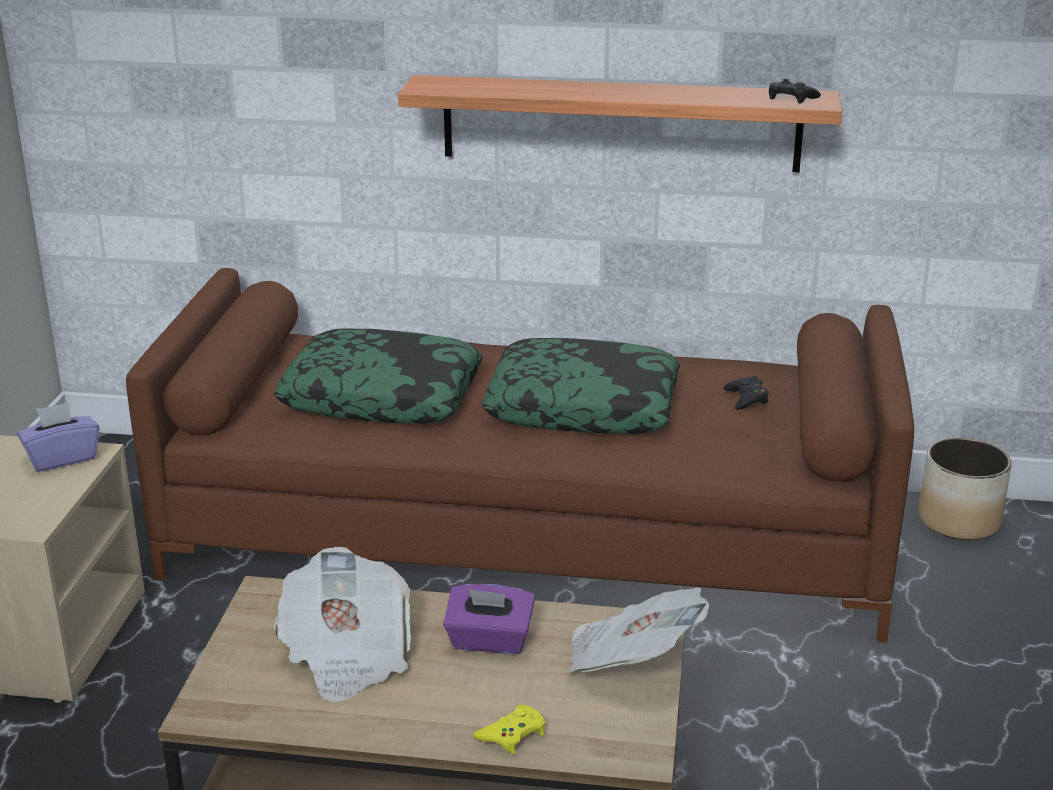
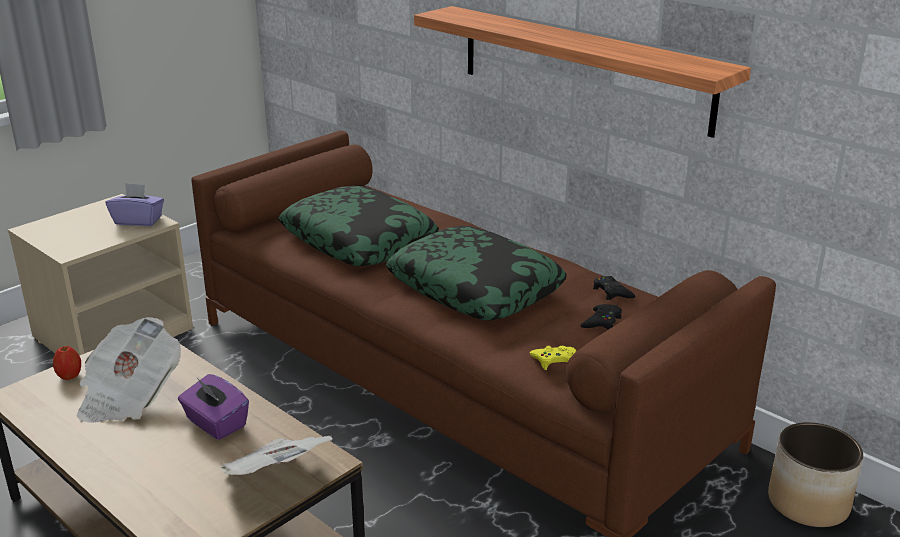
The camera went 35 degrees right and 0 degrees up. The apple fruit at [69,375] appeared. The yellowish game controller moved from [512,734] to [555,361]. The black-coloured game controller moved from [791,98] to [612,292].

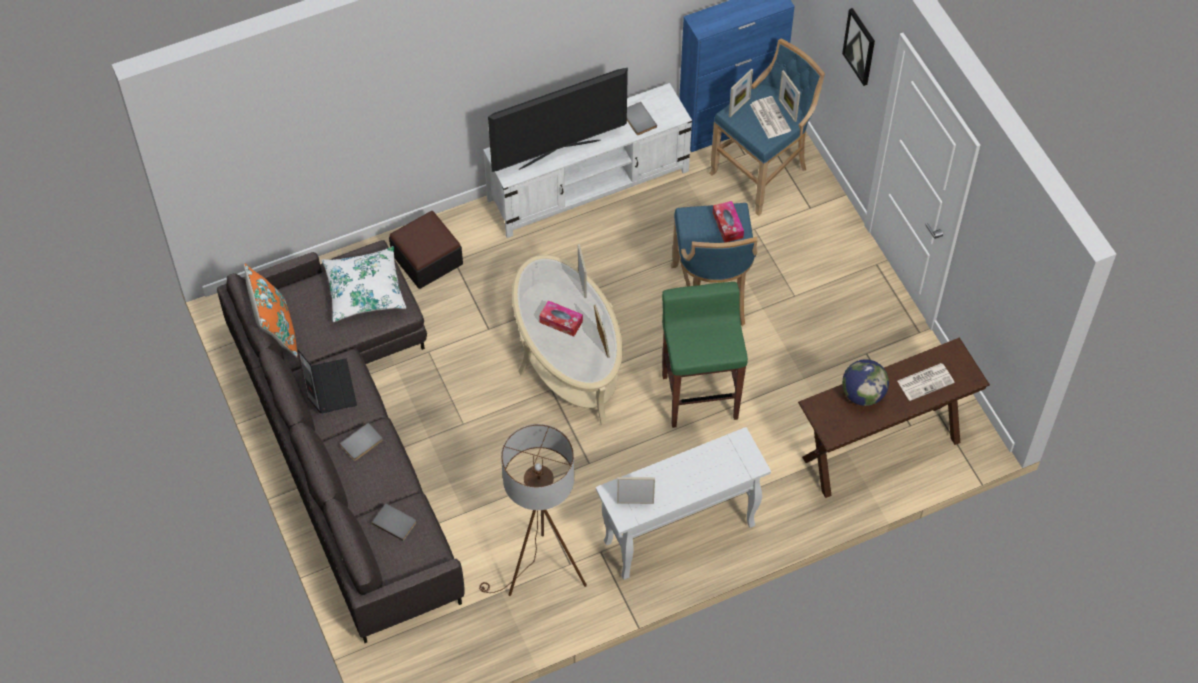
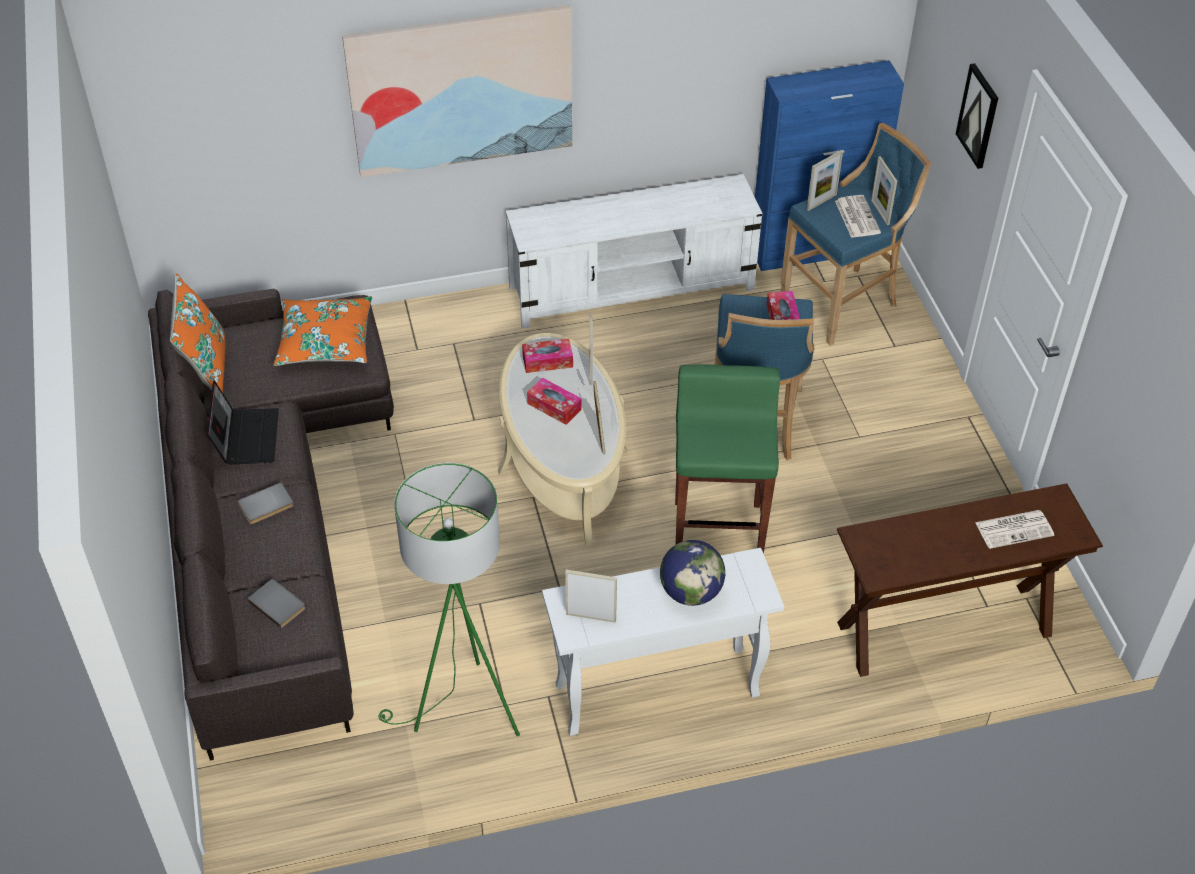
The camera went 10 degrees right and 10 degrees down. The ottoman at [427,259] disappeared. The TV set at [559,153] disappeared. The grey bound book at [637,120] disappeared. The wall picture at [461,90] appeared. The tissue holder at [547,361] appeared. The desk globe moved from [863,394] to [691,592]. The whitish cushion at [364,290] became the orange-coloured cushion at [325,341]. The brown floor lamp at [541,576] became the green-coloured floor lamp at [463,713].

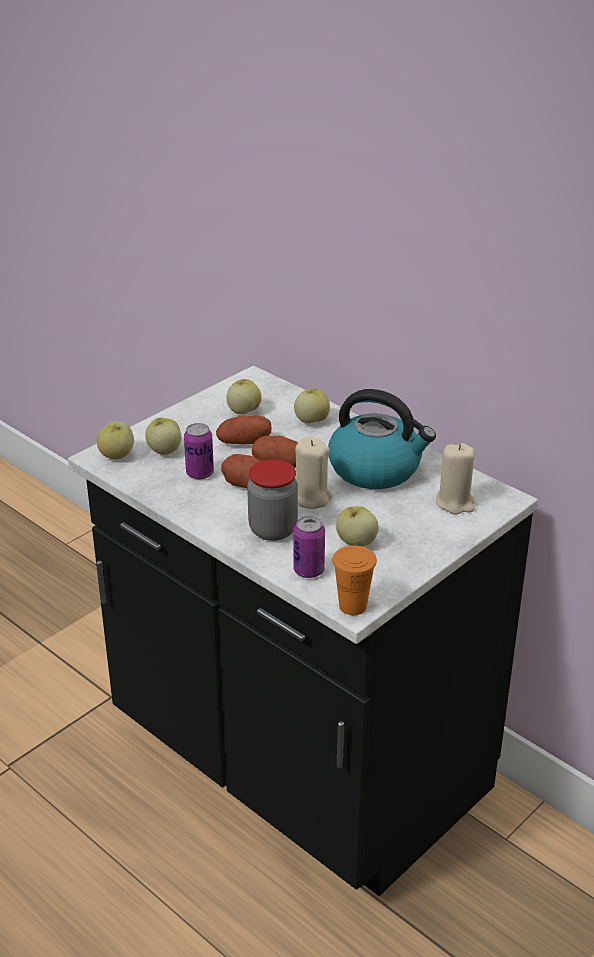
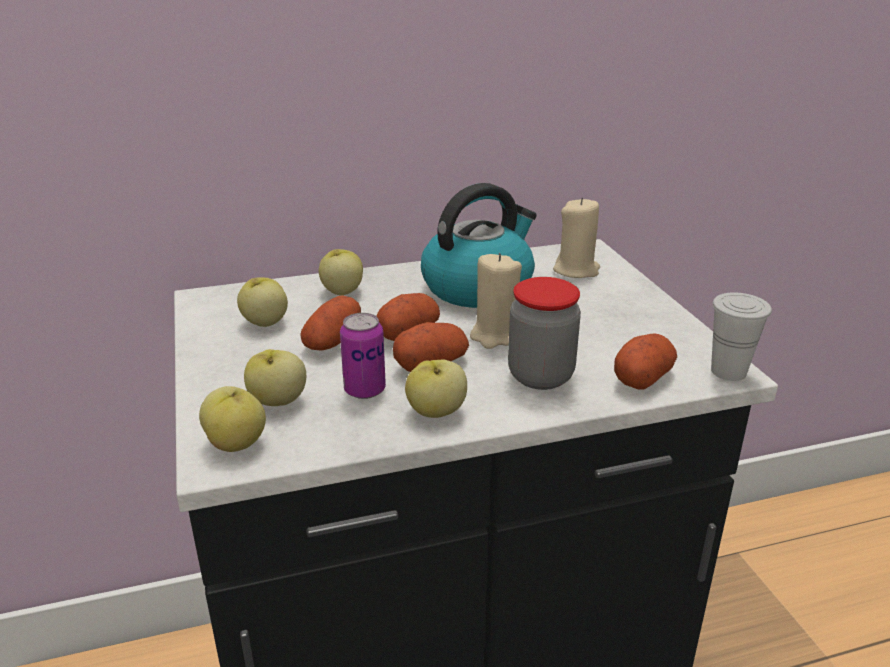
The camera went 60 degrees left and 5 degrees down. The apple fruit moved from [356,542] to [436,412]. The sealed can at [308,570] was replaced by the whole potato at [642,377]. The orange-coloured drinking cup at [352,606] became the whitish drinking cup at [728,371].

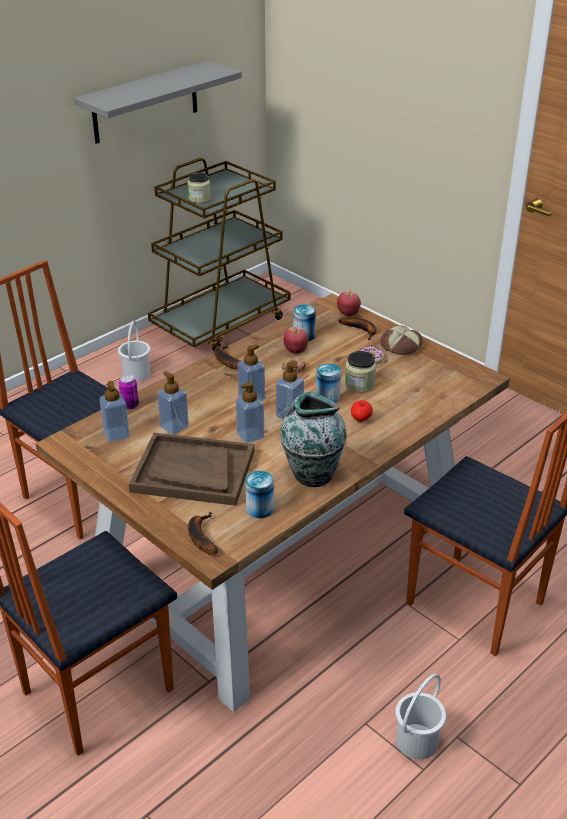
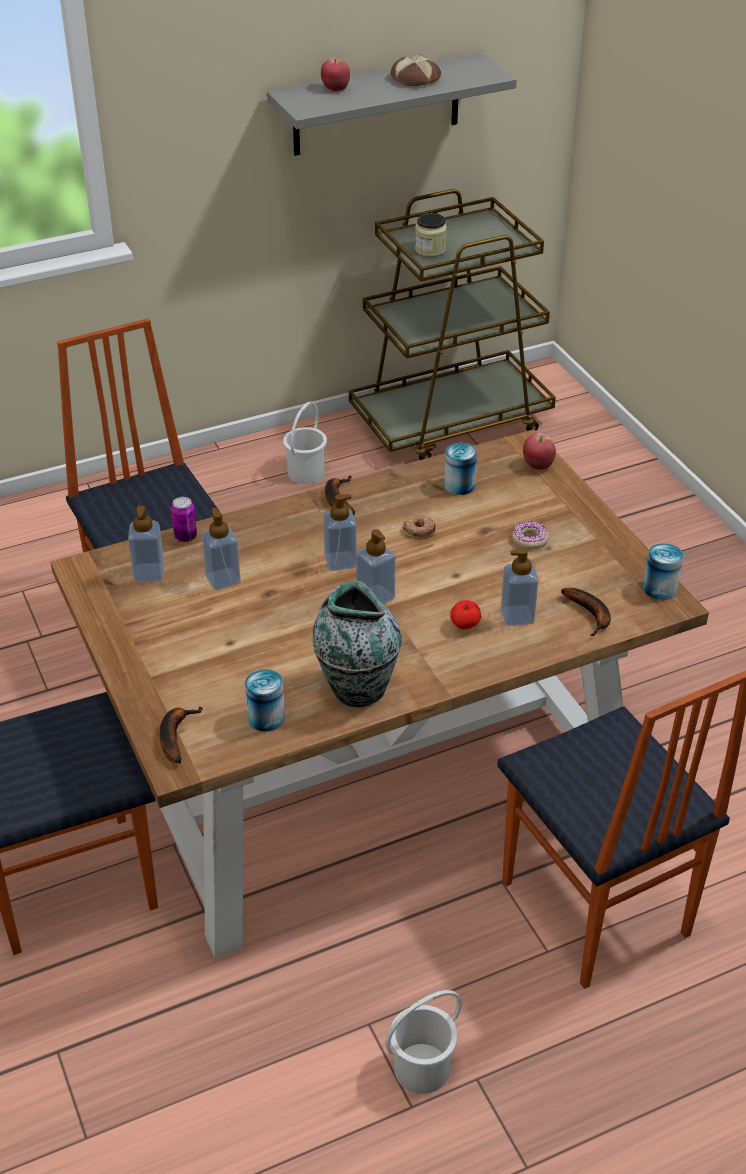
The camera went 20 degrees right and 5 degrees up. The brown serving tray at [193,472] disappeared. The preserve jar at [359,384] disappeared. The soap bottle moved from [250,435] to [517,616]. The apple fruit moved from [296,351] to [335,89]. The sealed can moved from [327,397] to [660,588]. The banana fruit moved from [361,330] to [591,615]. The baked bread moved from [401,346] to [416,79].

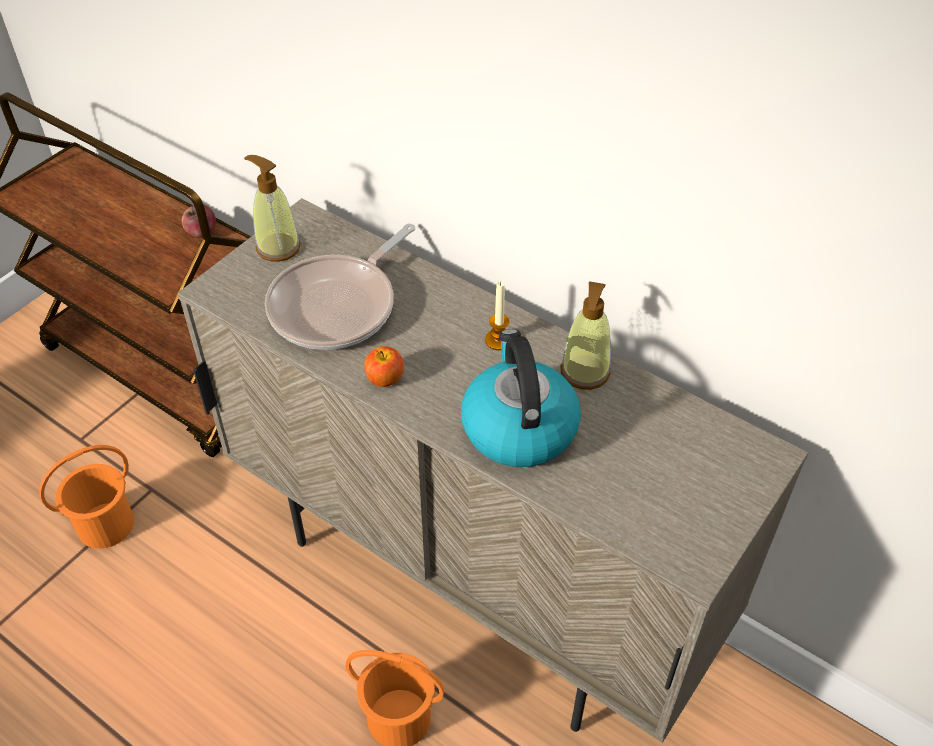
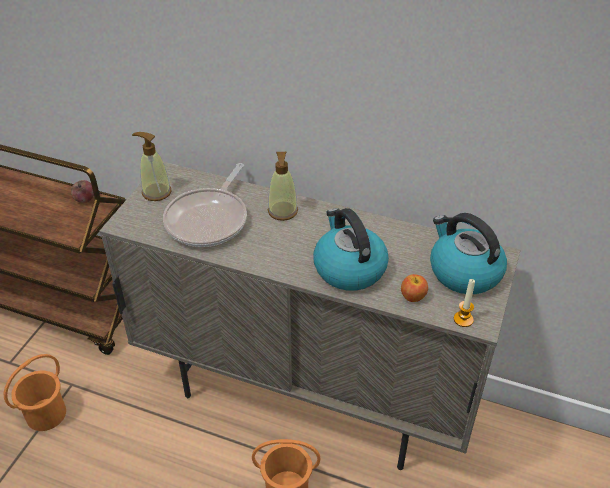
The camera went 15 degrees left and 5 degrees down. The tea kettle at [463,272] appeared. The apple fruit moved from [385,379] to [413,296]. The candle moved from [498,340] to [463,319]. The soap bottle moved from [585,372] to [282,211].

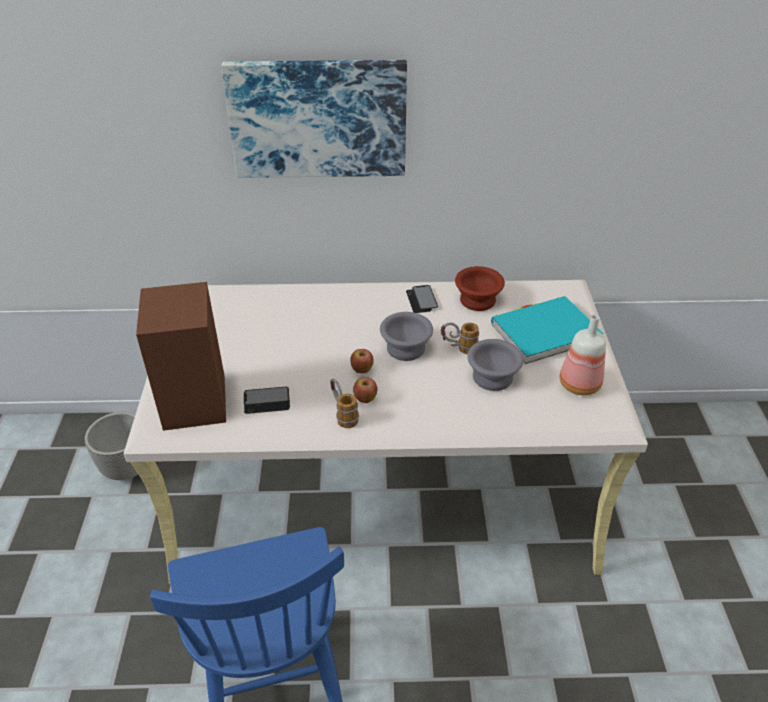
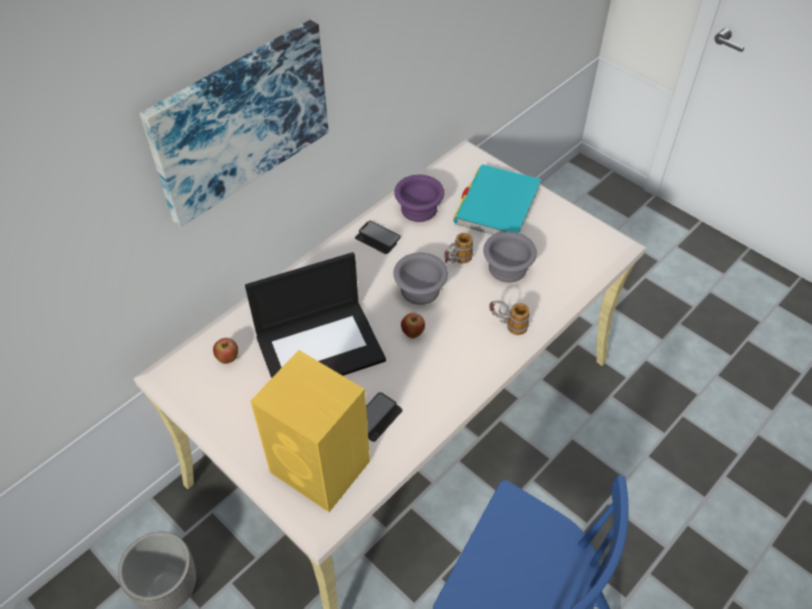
The camera went 45 degrees left and 10 degrees up. The drink bottle at [579,383] disappeared. The notebook computer at [321,346] appeared. The mug moved from [342,414] to [507,325]. The apple fruit moved from [365,399] to [228,358]. The brown speaker at [195,403] became the yellowish speaker at [322,468]. The brown bowl at [476,299] became the purplish bowl at [417,209].

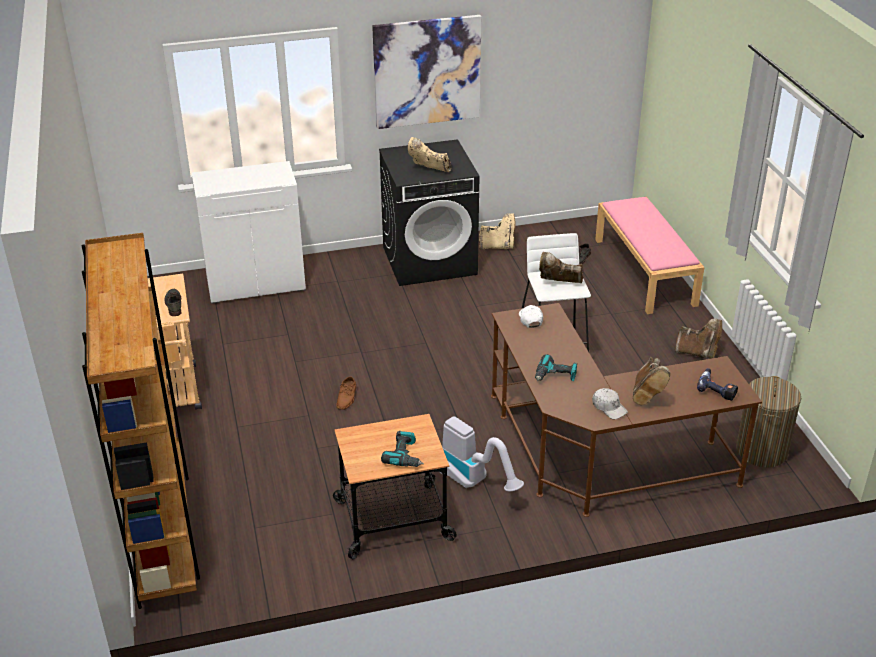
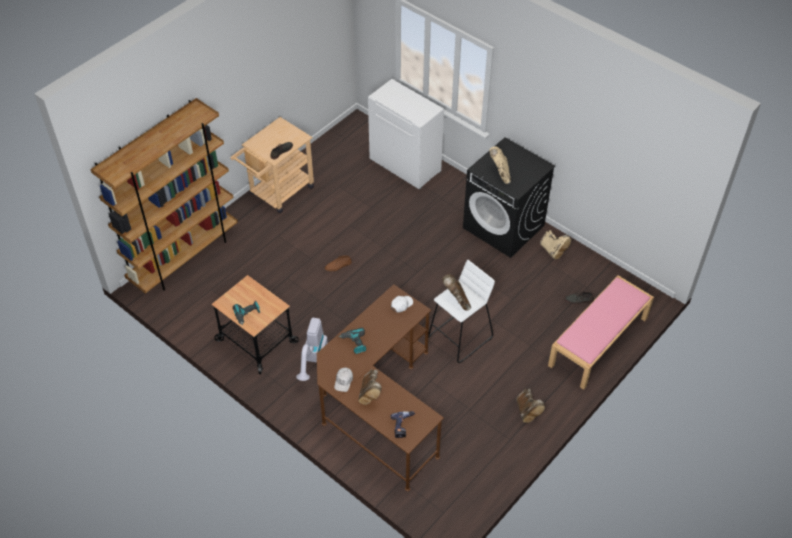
The camera went 55 degrees right and 15 degrees up. The wall picture at [427,71] disappeared. The laundry basket at [761,451] disappeared. The brown high-top boot at [647,395] turned 60 degrees counterclockwise.

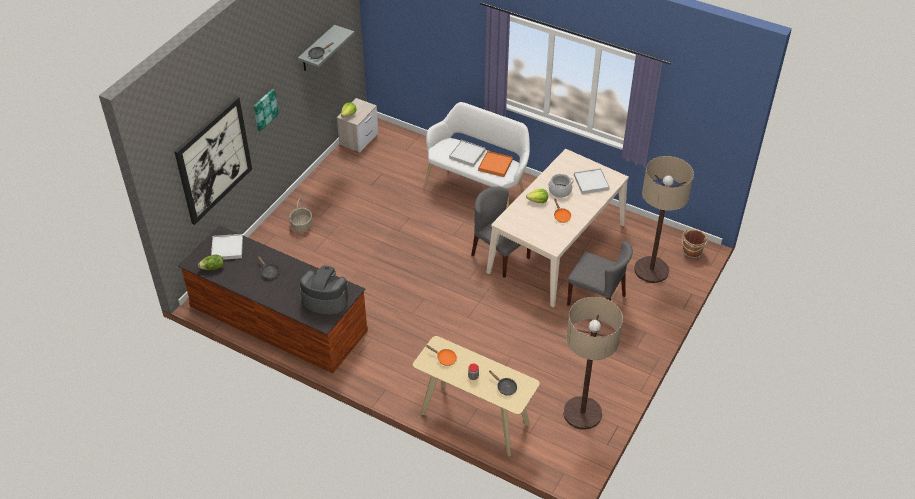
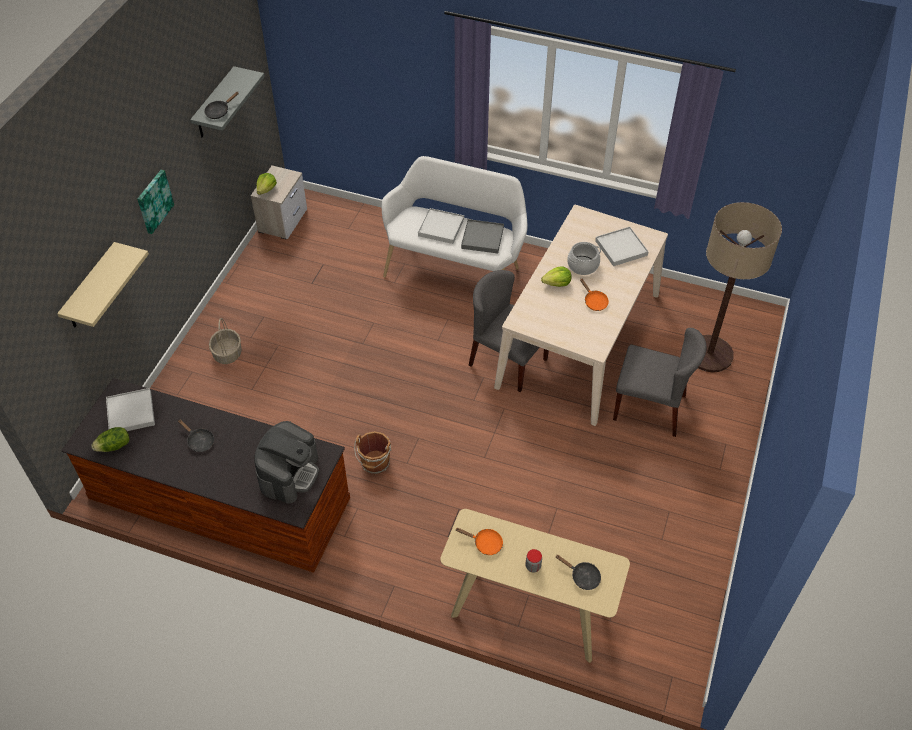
The camera went 10 degrees left and 5 degrees up. The floor lamp at [582,413] disappeared. The brown pail moved from [692,253] to [375,464]. The wall picture at [214,160] was replaced by the beige shelf at [90,288]. The orange-coloured serving tray at [495,165] became the grey serving tray at [482,238]. The coffee machine at [325,299] turned 105 degrees clockwise.

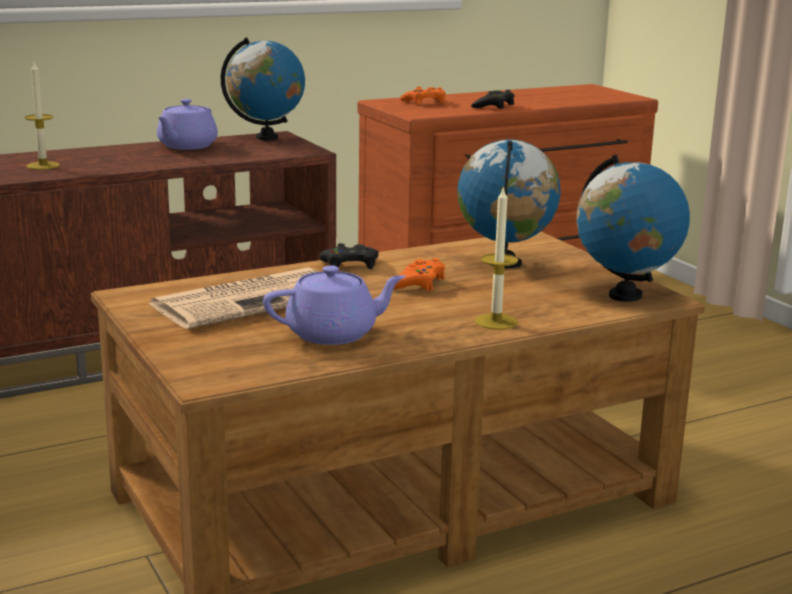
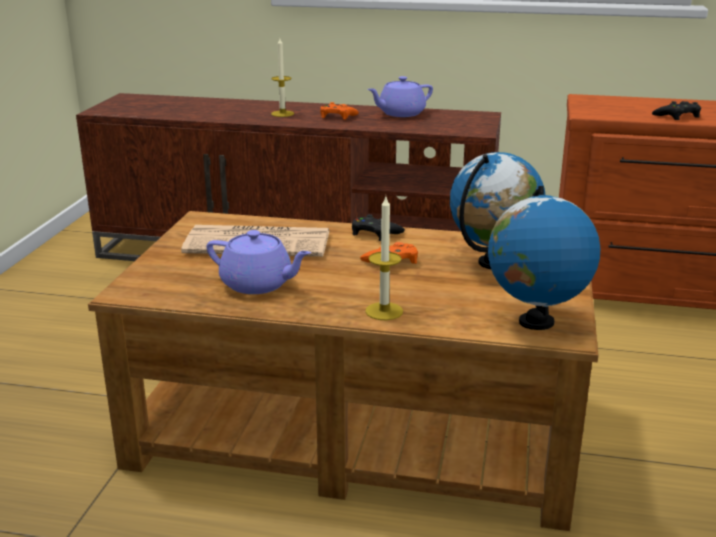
The camera went 40 degrees right and 5 degrees up. The desk globe at [267,137] disappeared. The orange-coloured game controller moved from [425,102] to [337,116].

